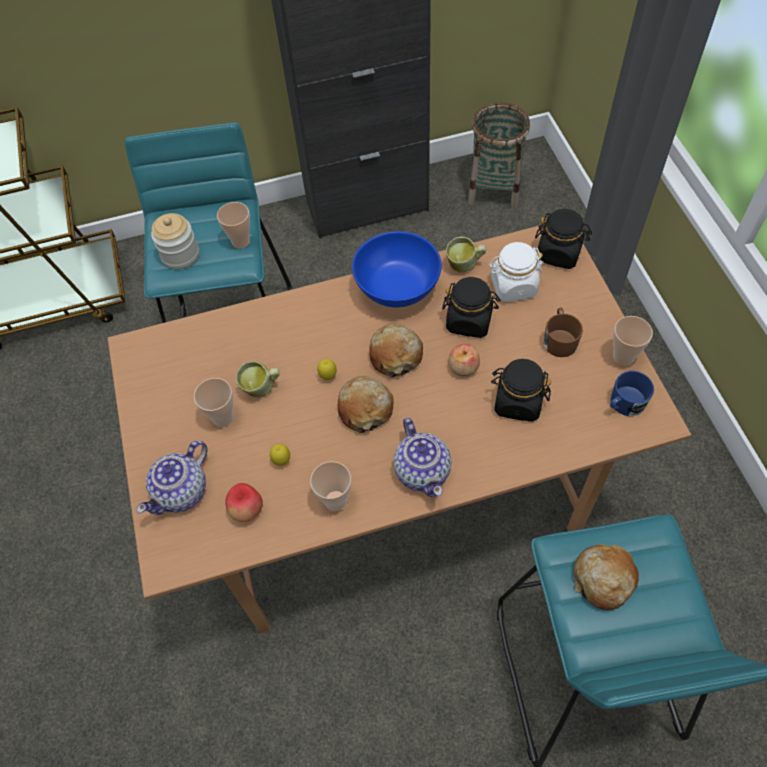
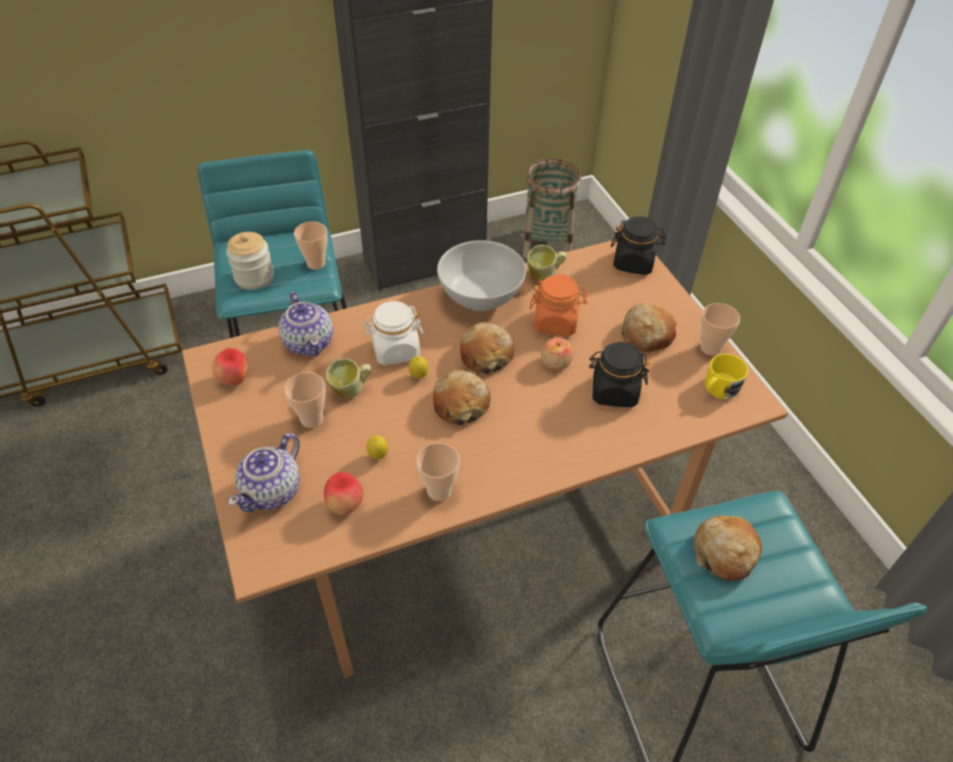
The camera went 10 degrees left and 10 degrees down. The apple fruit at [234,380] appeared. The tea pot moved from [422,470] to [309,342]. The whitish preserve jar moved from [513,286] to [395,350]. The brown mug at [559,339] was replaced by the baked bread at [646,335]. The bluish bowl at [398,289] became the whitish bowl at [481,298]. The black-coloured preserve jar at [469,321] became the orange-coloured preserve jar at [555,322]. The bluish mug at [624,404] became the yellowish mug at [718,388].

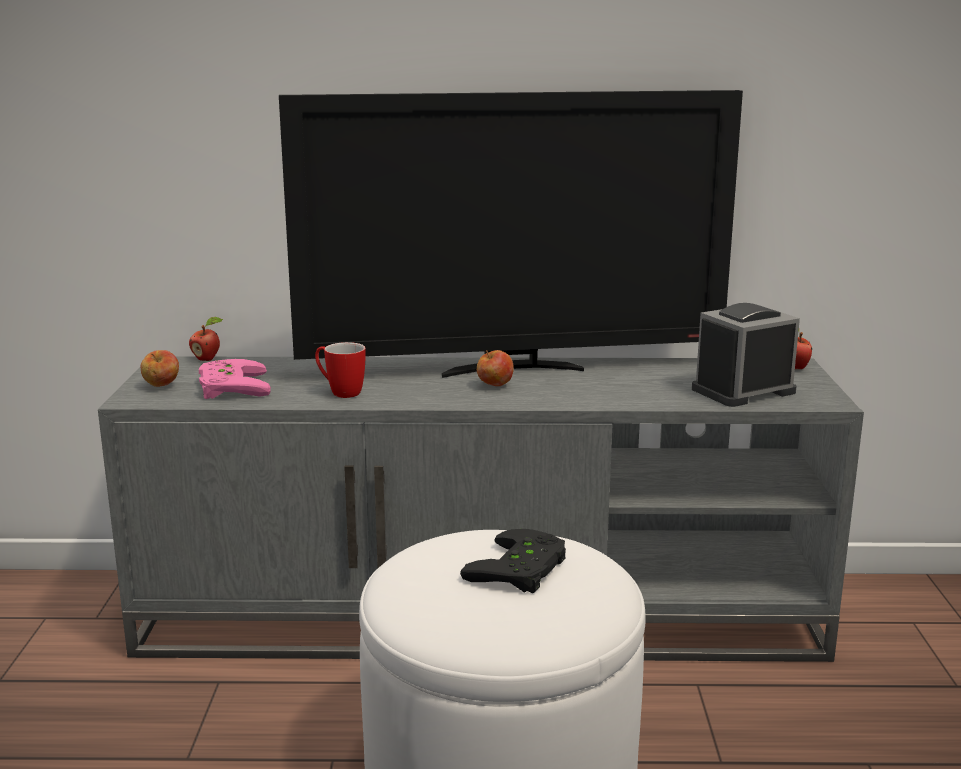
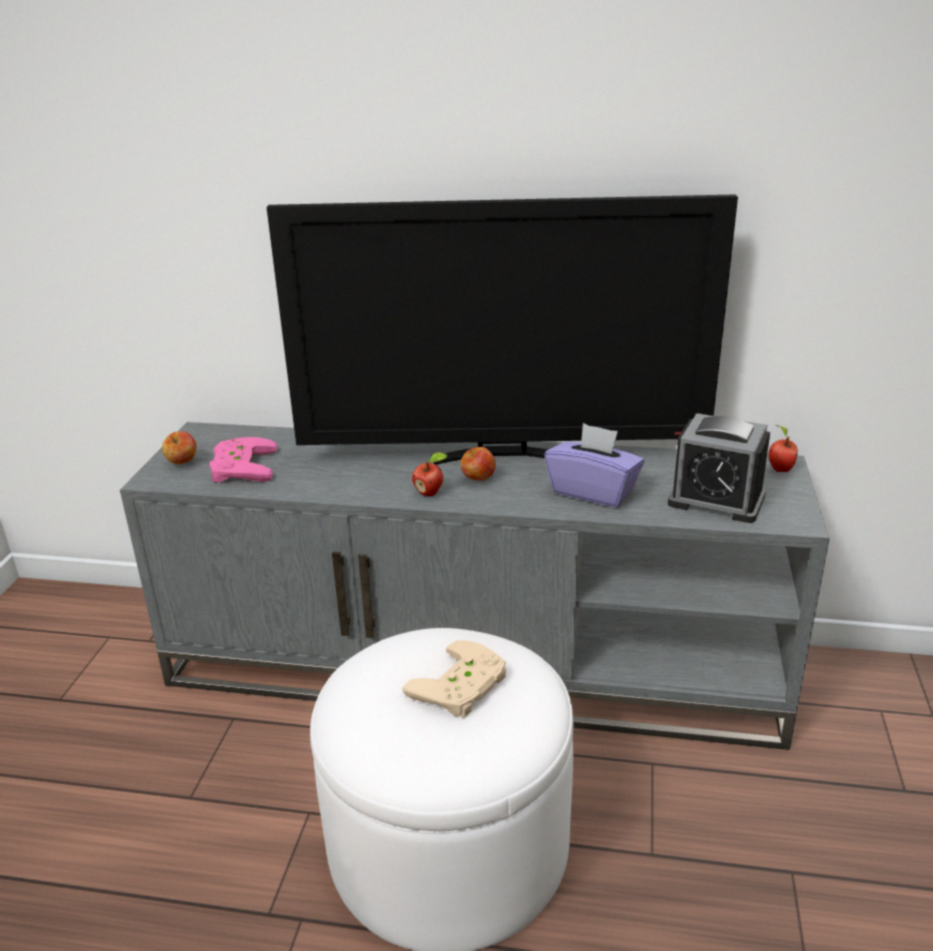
The camera went 10 degrees right and 10 degrees up. The mug at [340,392] disappeared. The purplish tissue holder at [593,491] appeared. The apple fruit moved from [207,359] to [430,493]. The black-coloured game controller at [523,570] became the beige game controller at [462,687]. The bedside clock at [743,391] turned 135 degrees counterclockwise.

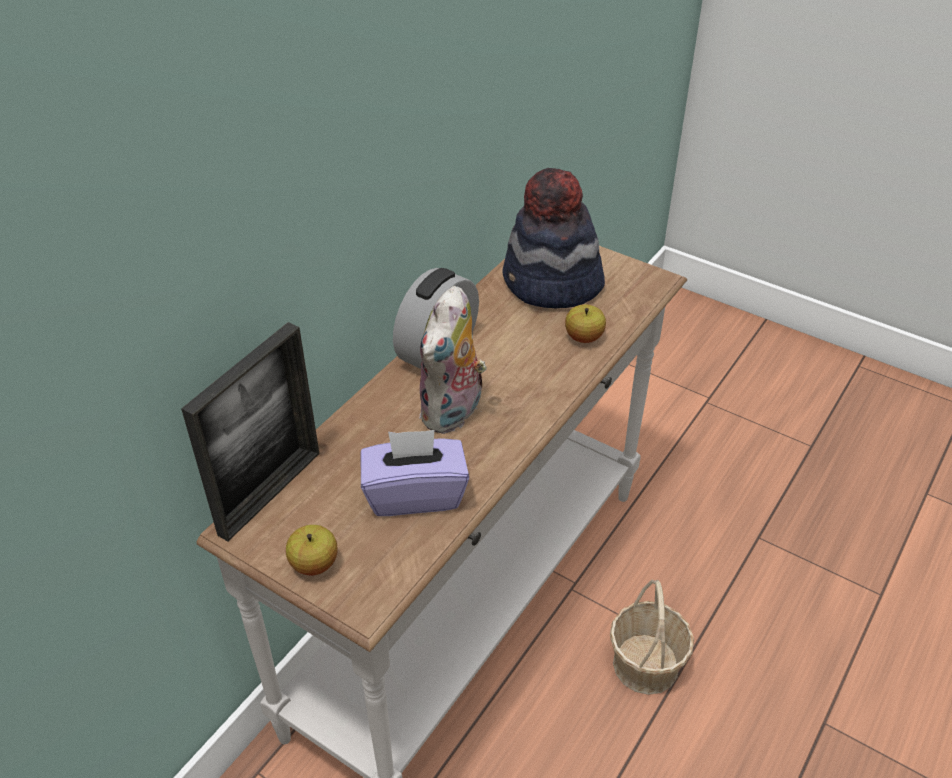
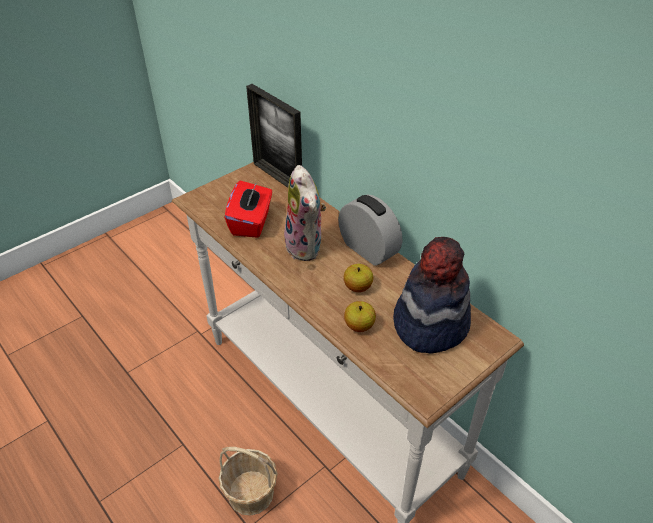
The camera went 105 degrees right and 0 degrees up. The apple fruit moved from [314,564] to [357,287]. The purplish tissue holder at [415,494] became the red tissue holder at [251,222]. The soft toy at [453,413] turned 150 degrees counterclockwise.

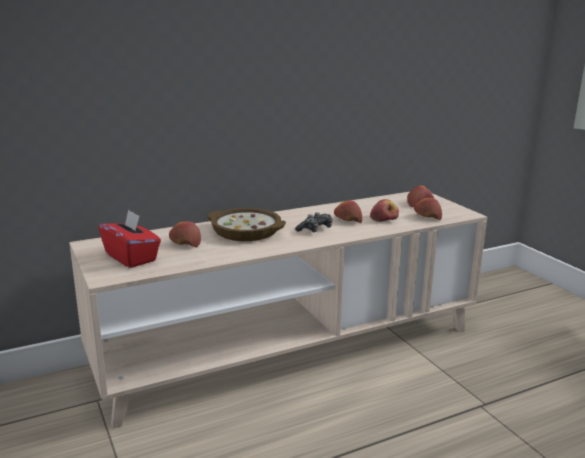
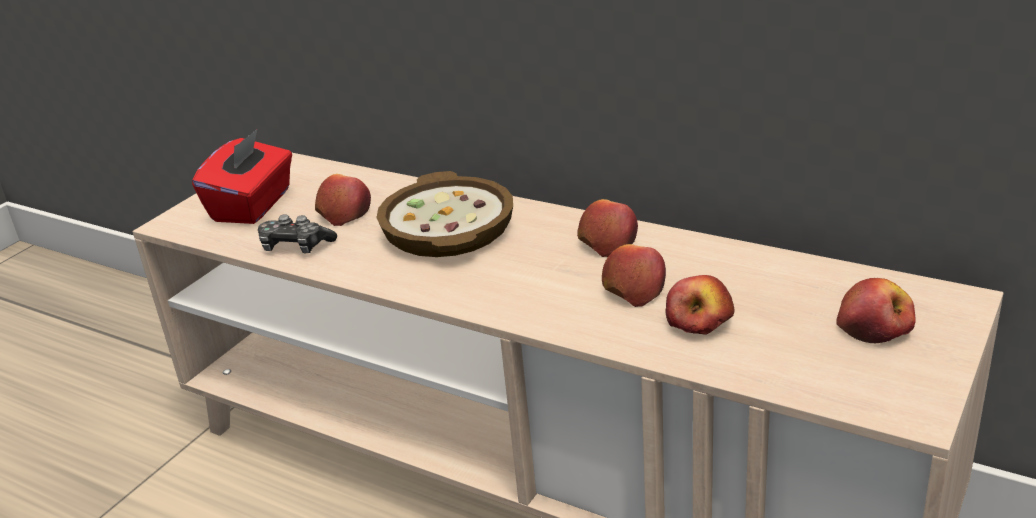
The camera went 60 degrees right and 10 degrees up. The game controller moved from [315,229] to [296,247]. The apple fruit moved from [427,217] to [607,241].

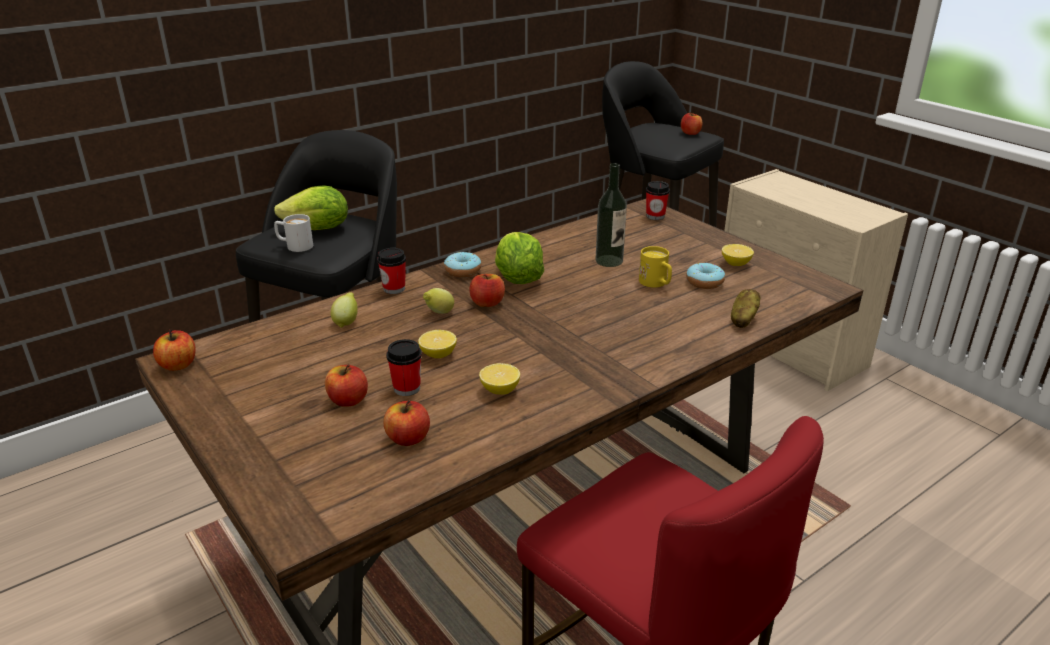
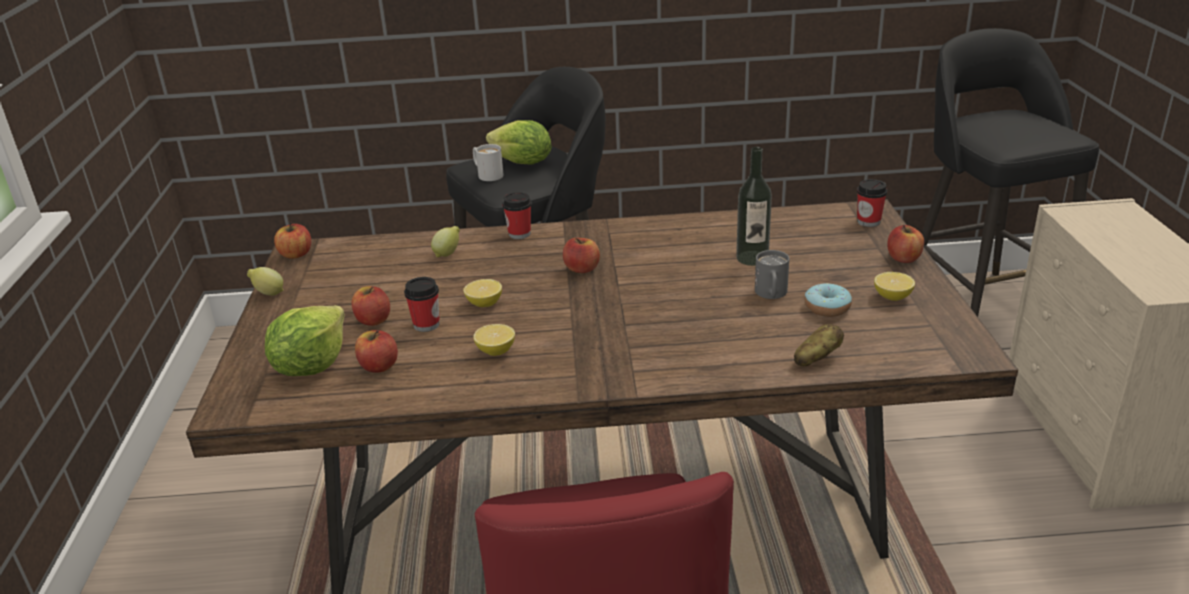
The camera went 35 degrees right and 0 degrees up. The doughnut at [463,271] disappeared. The whole lemon moved from [439,313] to [268,294]. The lettuce head moved from [517,279] to [311,365]. The apple fruit moved from [690,133] to [903,258]. The yellowish mug at [656,284] became the grey mug at [771,295].

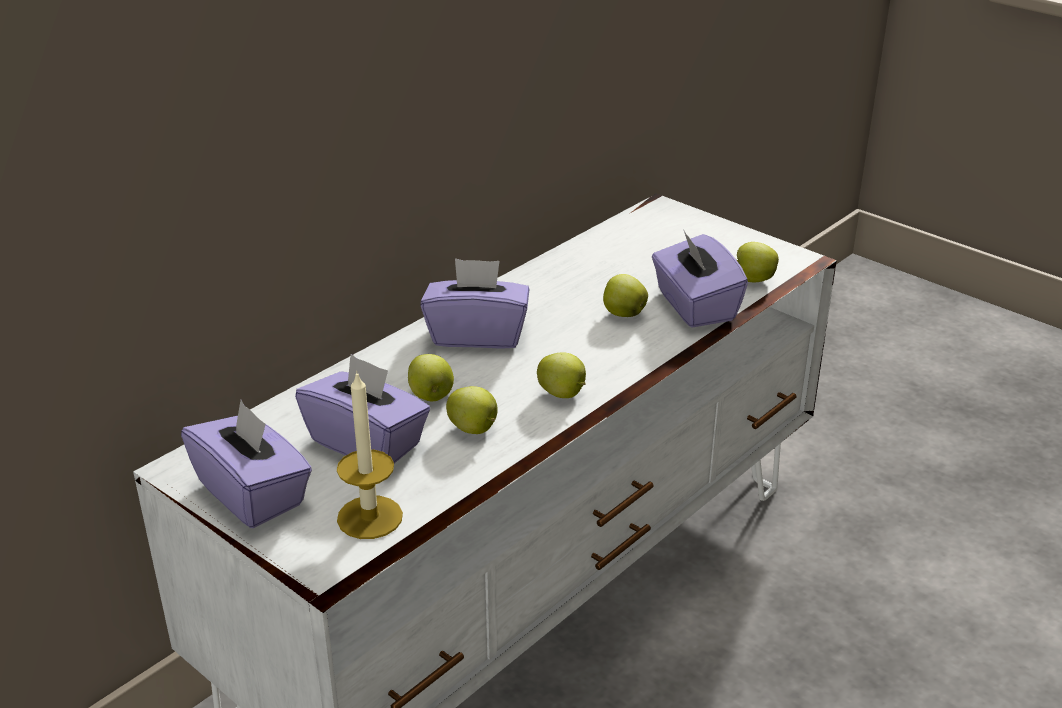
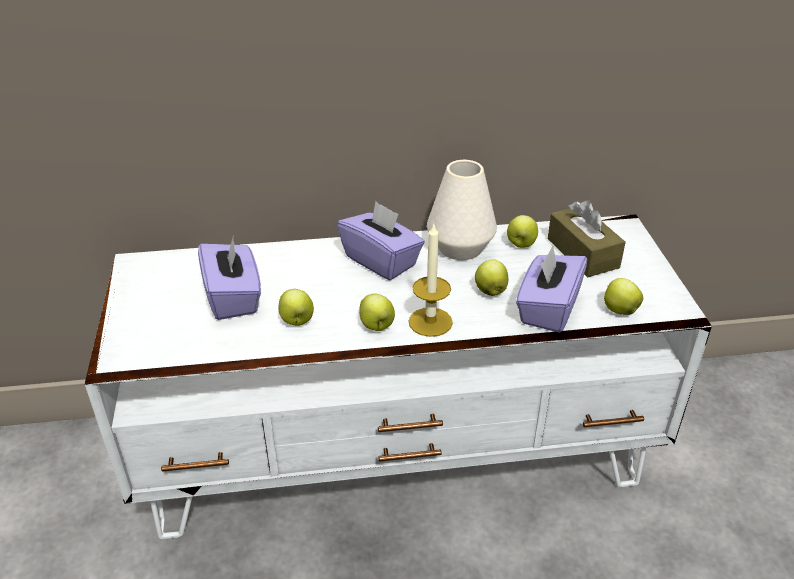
The camera went 40 degrees right and 5 degrees up. The purplish tissue holder at [253,493] disappeared. The whitish decorative vase at [460,248] appeared. The brown tissue holder at [582,253] appeared. The candle moved from [370,517] to [430,322]. The apple fruit moved from [431,396] to [521,244].

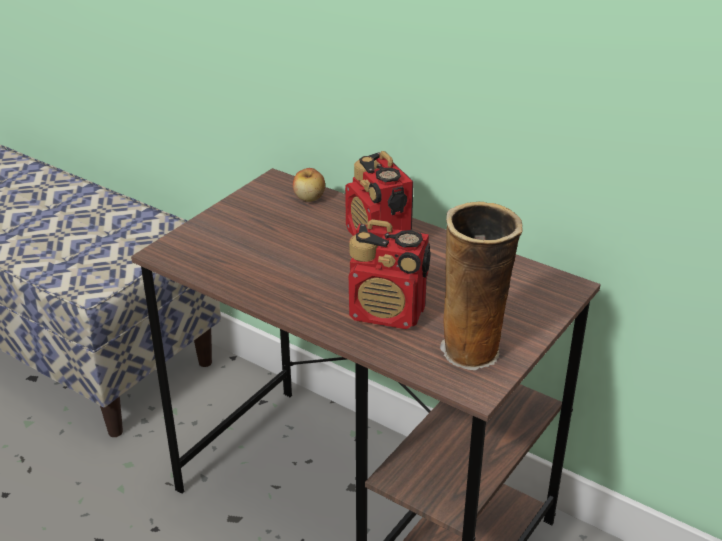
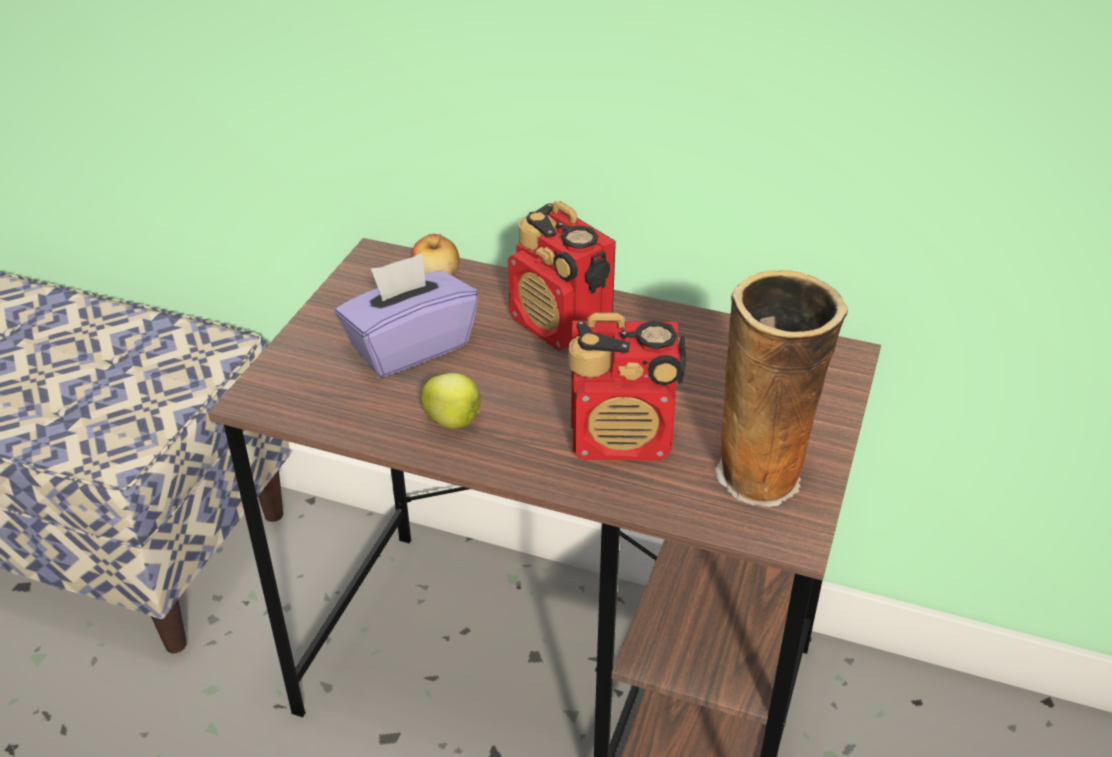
The camera went 15 degrees left and 5 degrees up. The purplish tissue holder at [410,346] appeared. The apple fruit at [455,422] appeared.

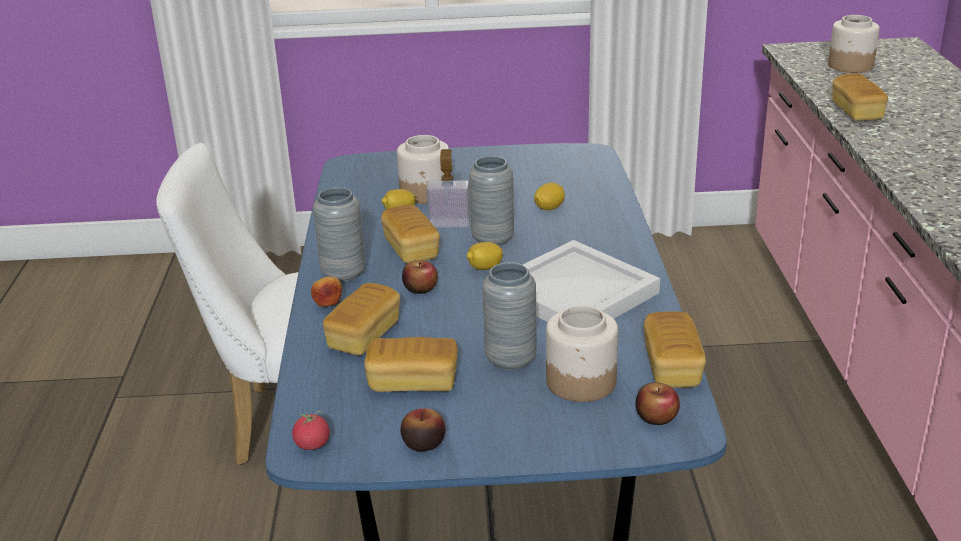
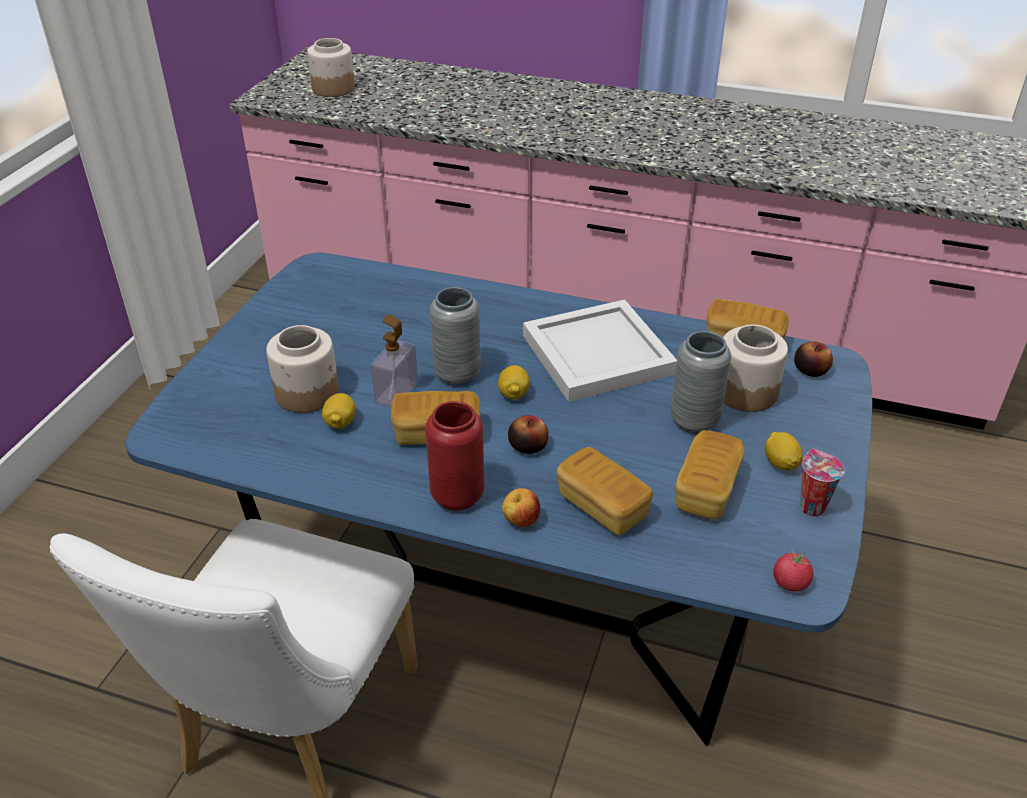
The camera went 70 degrees left and 10 degrees up. The baked bread at [856,112] disappeared. The whole lemon moved from [549,208] to [780,463]. The apple fruit at [423,444] was replaced by the drinking cup at [810,506]. The grey decorative vase at [343,274] became the red decorative vase at [457,496].

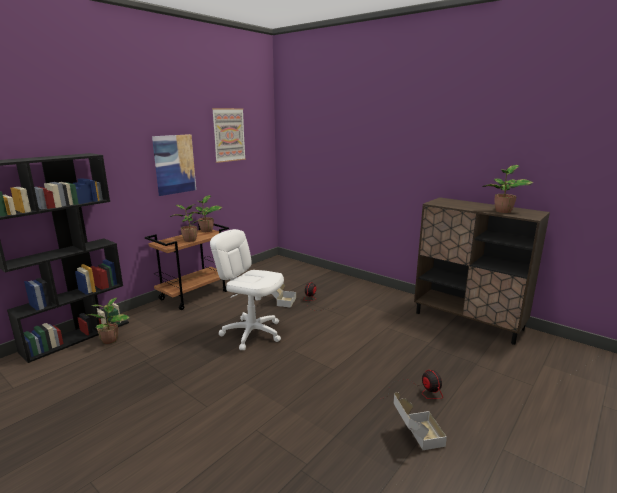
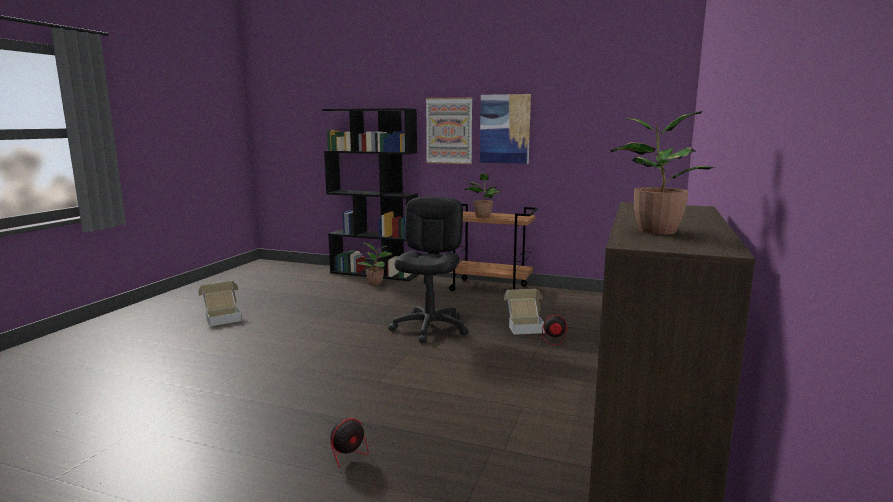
The camera went 70 degrees right and 5 degrees down. The potted plant at [206,231] disappeared. The wall picture moved from [229,135] to [449,131]. The packing box moved from [416,436] to [222,318]. The whitish desk chair at [252,333] became the black-coloured desk chair at [430,327].

